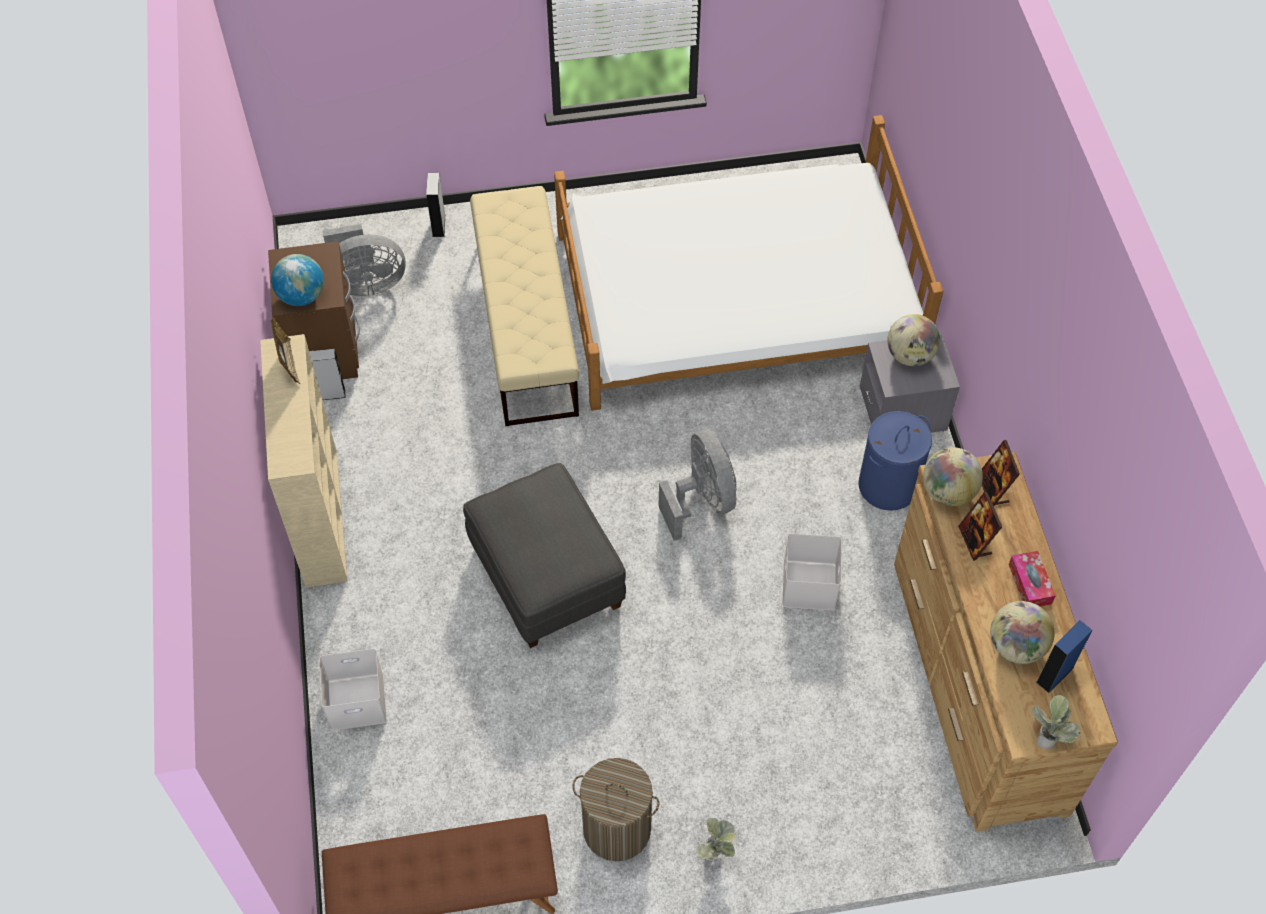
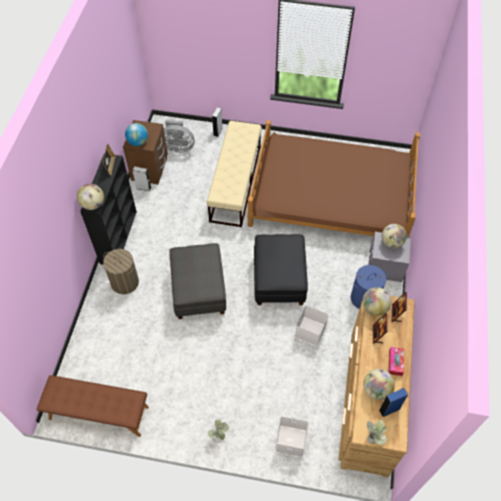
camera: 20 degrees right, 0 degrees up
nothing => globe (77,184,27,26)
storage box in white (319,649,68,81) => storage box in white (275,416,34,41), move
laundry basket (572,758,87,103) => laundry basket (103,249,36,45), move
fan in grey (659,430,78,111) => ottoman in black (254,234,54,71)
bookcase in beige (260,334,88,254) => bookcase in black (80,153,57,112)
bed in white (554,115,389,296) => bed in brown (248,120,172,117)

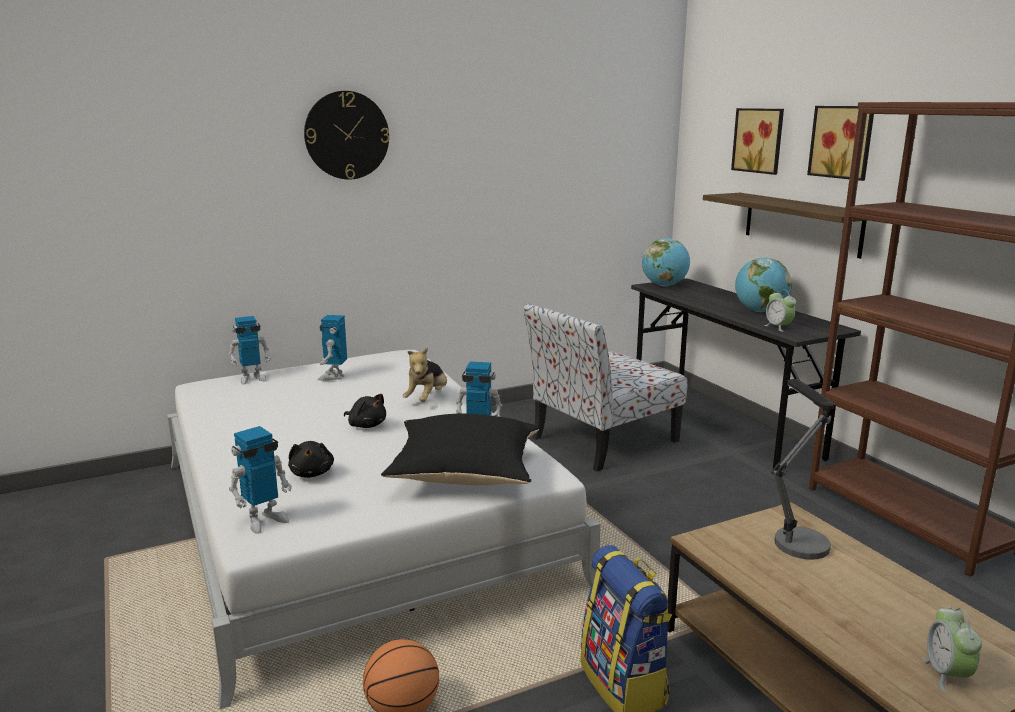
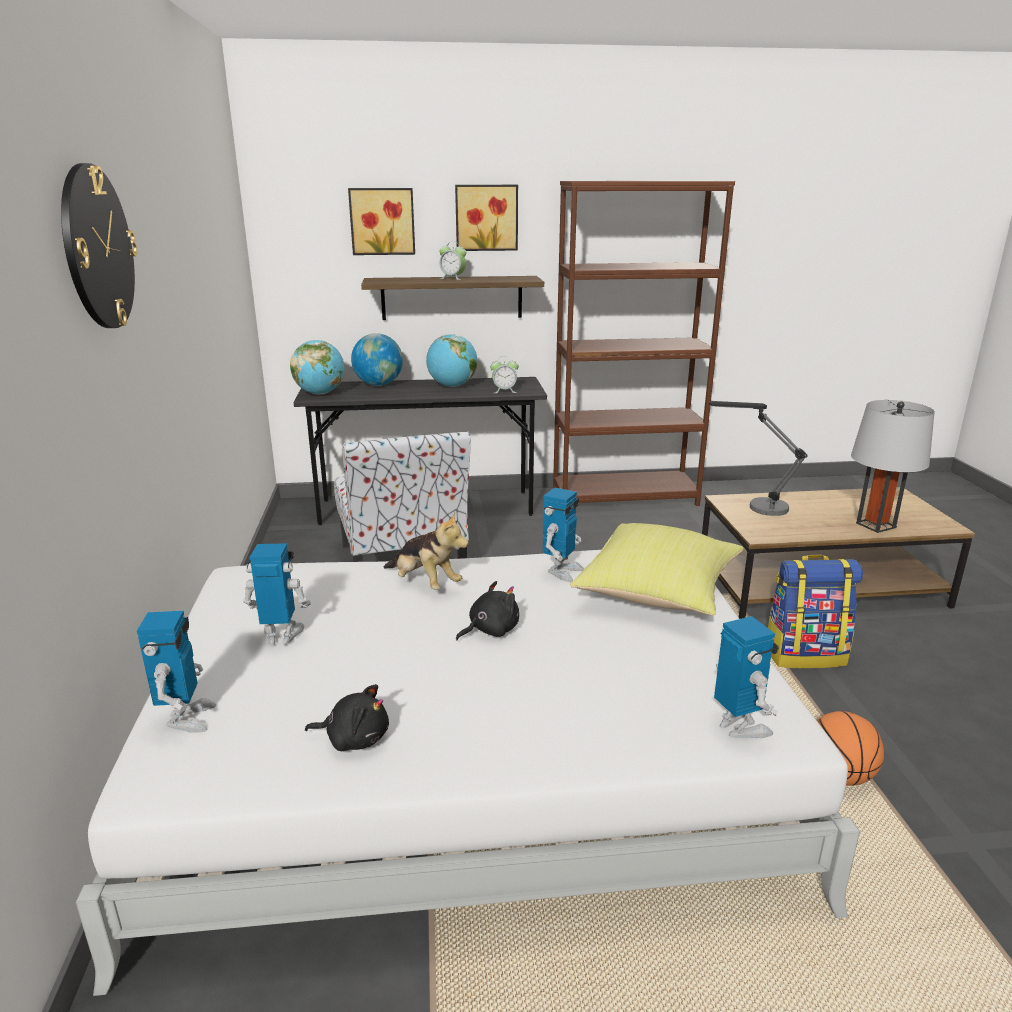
camera: 70 degrees left, 5 degrees up
nothing => globe (351,333,52,53)
nothing => table lamp in grey (851,400,84,133)
plush toy in black (288,441,46,37) => plush toy in black (305,684,84,67), move
alarm clock (922,606,60,86) => alarm clock (440,241,26,39), move
pillow in black (381,413,158,72) => pillow in yellow (570,523,174,93)
toy robot (318,315,29,66) => toy robot (243,543,68,102), 150 degrees clockwise

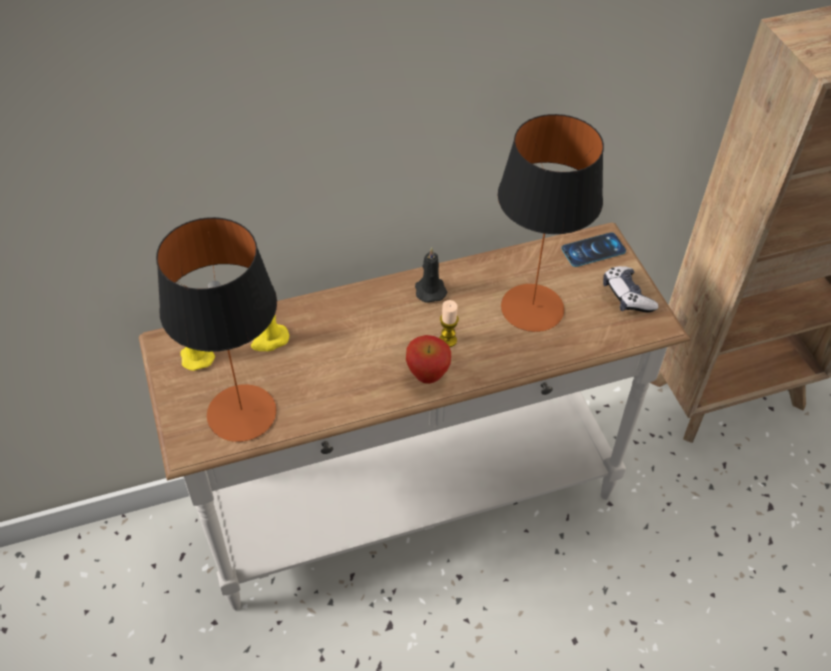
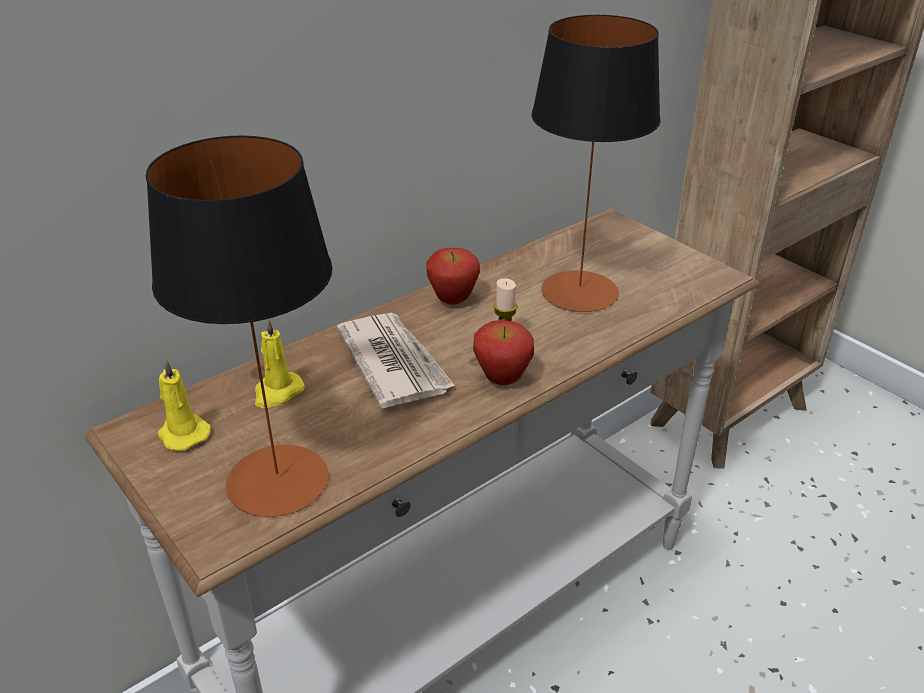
camera: 20 degrees left, 15 degrees down
phone (561,232,65,35) => nothing
game controller (603,266,55,47) => nothing
nothing => newspaper (337,313,118,95)
candle in black (415,248,32,55) => apple (426,248,54,57)

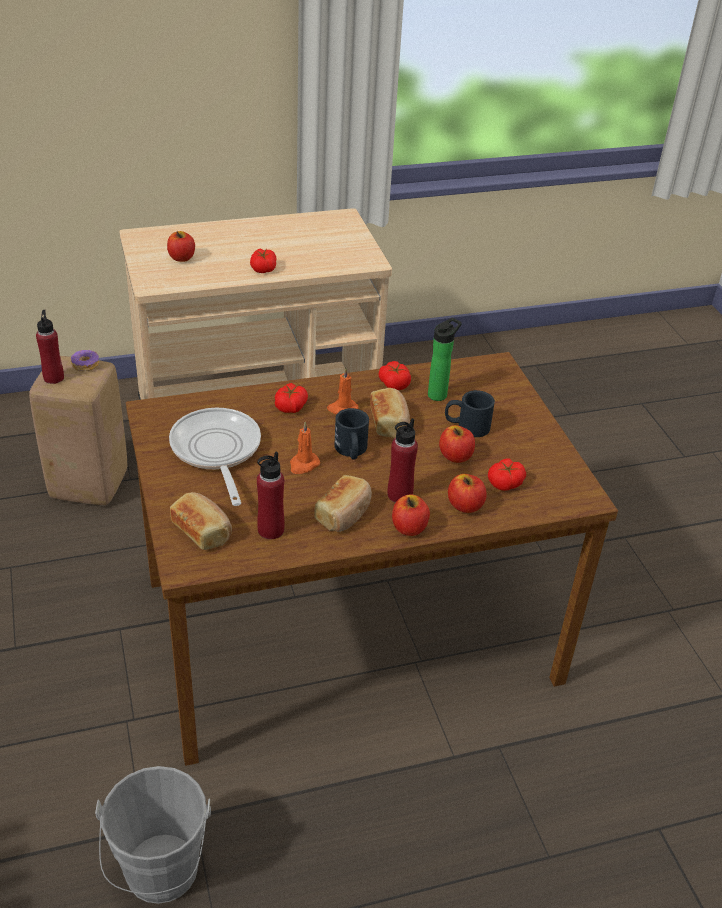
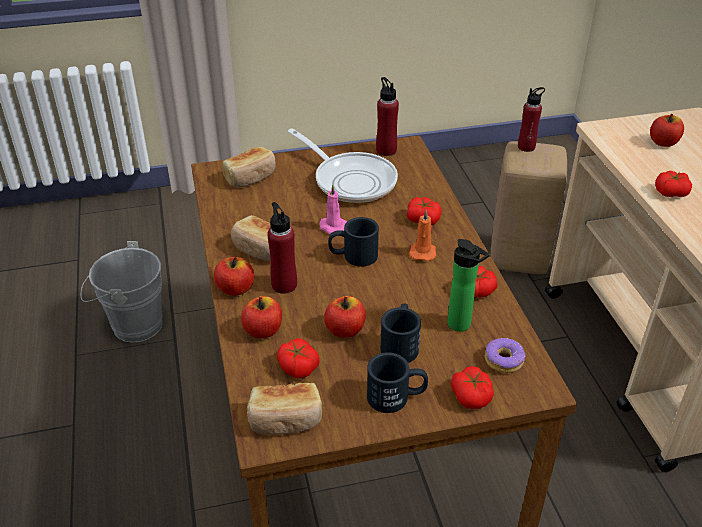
camera: 95 degrees right, 0 degrees up
nothing => mug in black (367,352,61,61)
nothing => tomato (451,366,43,43)
donut (71,349,28,22) => donut (485,338,40,35), move
bottle in red (257,451,28,88) => bottle in red (376,77,23,79), move
bread (370,388,40,50) => bread (247,383,75,52), move
candle in orange (290,421,30,53) => candle in pink (319,184,28,50)
frying pan (169,408,92,98) => frying pan (288,128,110,75), 60 degrees clockwise

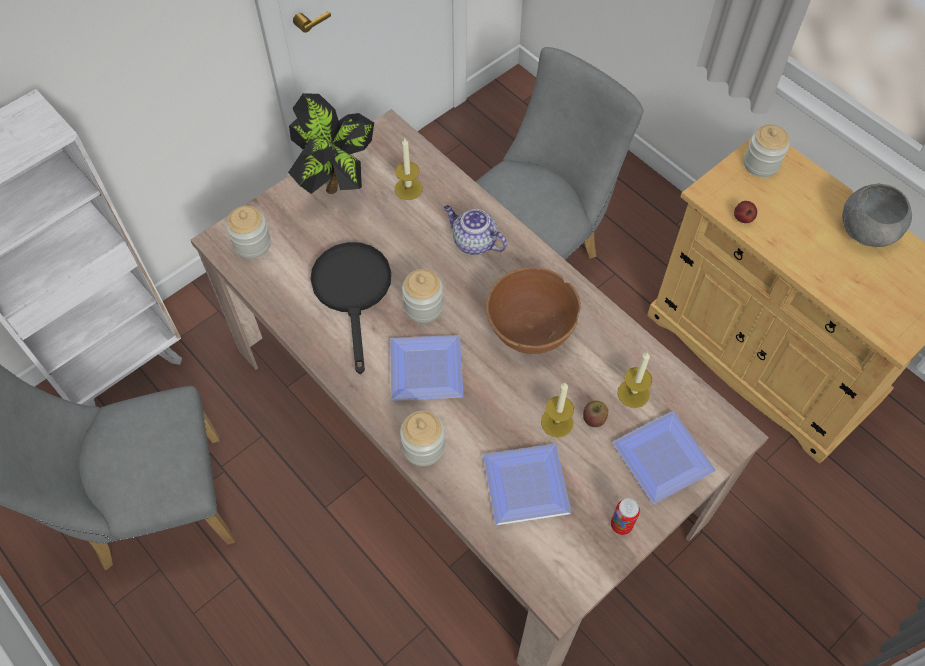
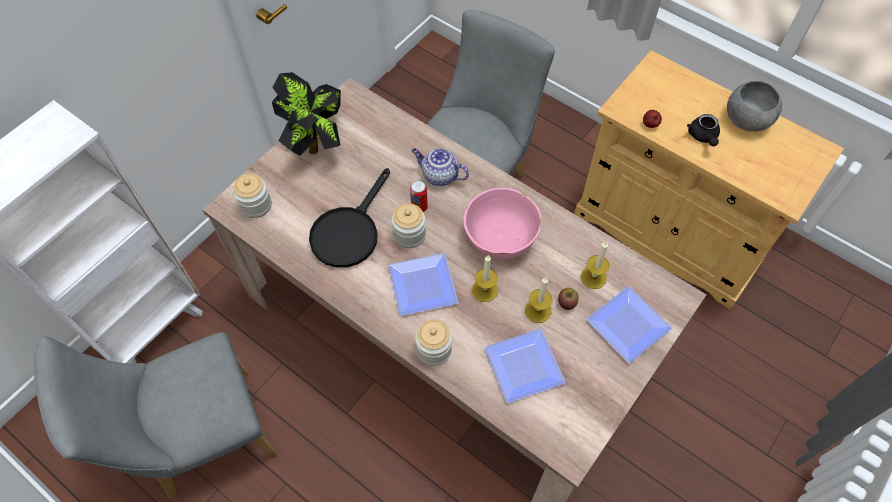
camera: 10 degrees left, 0 degrees up
jar (744,125,46,52) => nothing
nothing => teapot in black (687,114,33,32)
candle (395,138,28,62) => candle (472,256,26,46), move
can (611,498,29,37) => can (410,180,18,32), move
bowl in brown (486,267,95,87) => bowl in pink (463,188,78,71)
frying pan in black (310,242,81,132) => frying pan in black (309,168,81,100), 135 degrees counterclockwise

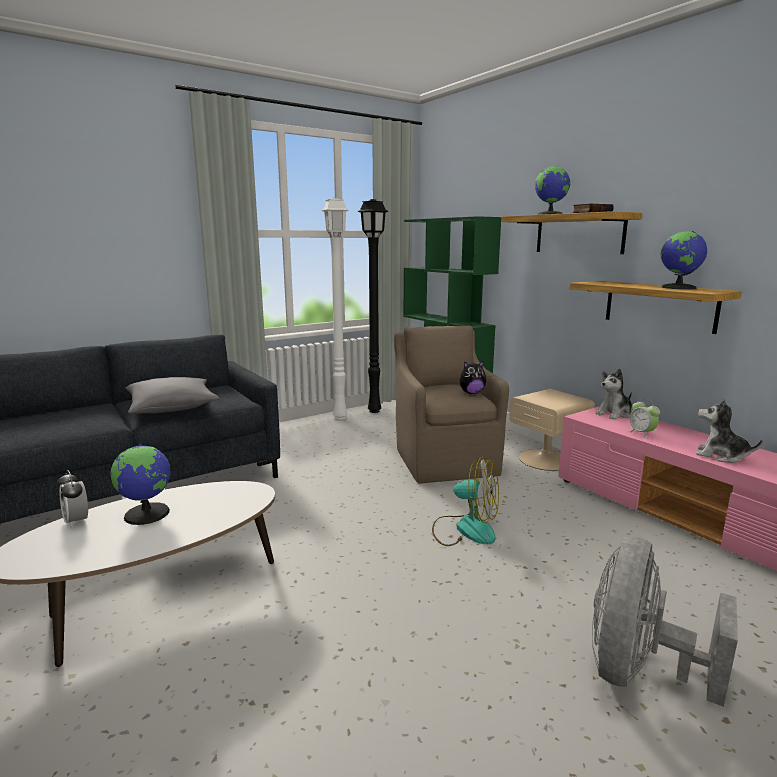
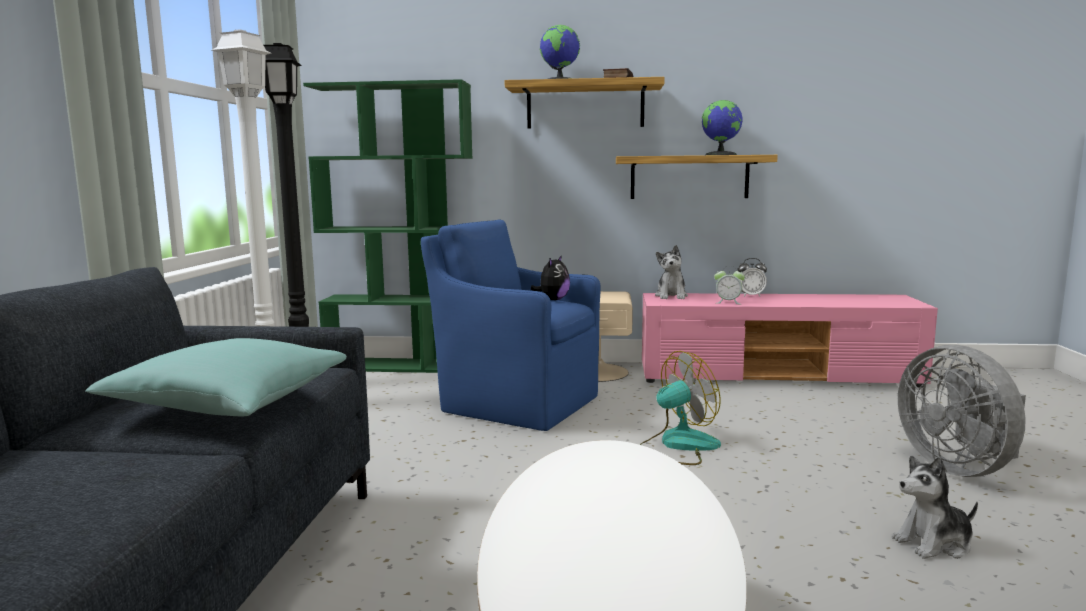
camera: 50 degrees left, 5 degrees down
globe (111,444,60,81) => nothing
alarm clock (57,470,31,58) => alarm clock (738,258,29,38), move
plush toy (696,399,67,64) => plush toy (892,456,86,103), move
pillow in grey (126,377,93,37) => pillow in turquoise (85,338,262,78)
armchair in brown (394,325,115,159) => armchair in blue (421,219,180,212)

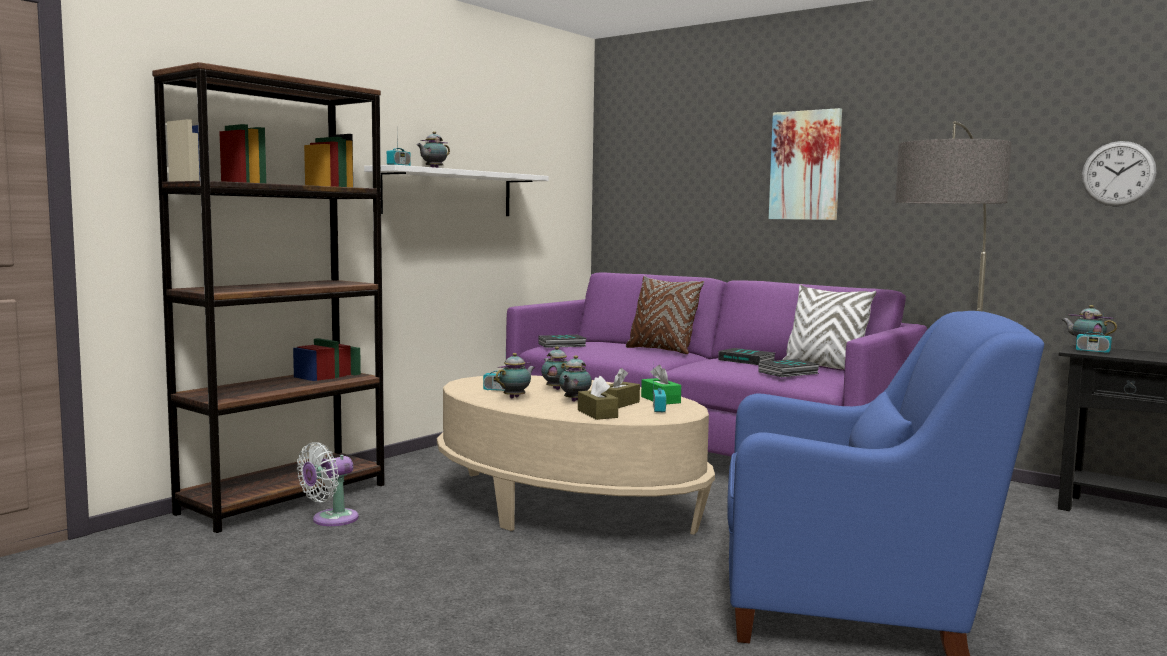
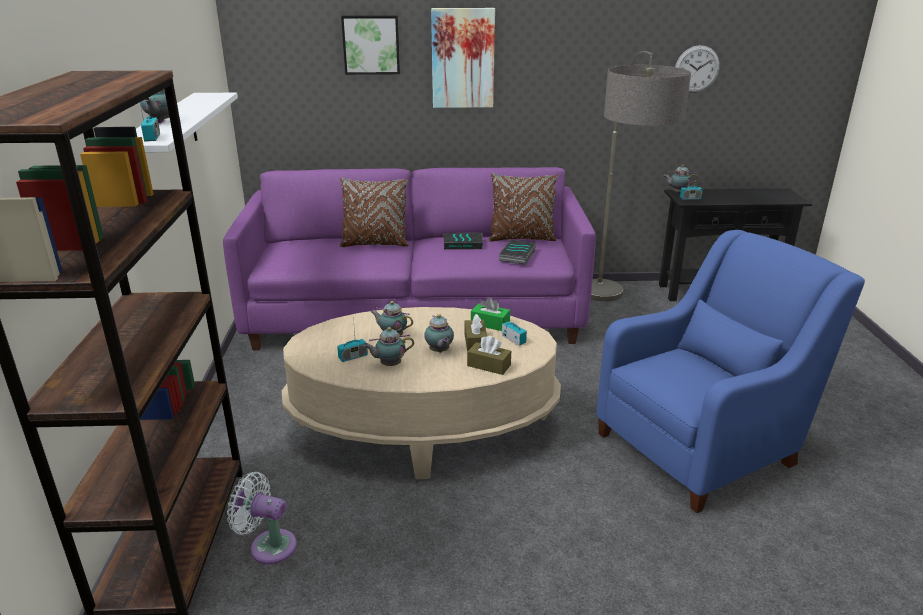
camera: 40 degrees left, 20 degrees up
book (538,335,49,13) => nothing
nothing => picture (341,15,59,60)
pillow in white (782,285,95,85) => pillow in brown (488,173,70,69)
fan in white (297,442,62,84) => fan in white (227,472,70,93), 105 degrees clockwise
teapot (495,353,40,45) => teapot (363,327,51,39), 105 degrees counterclockwise

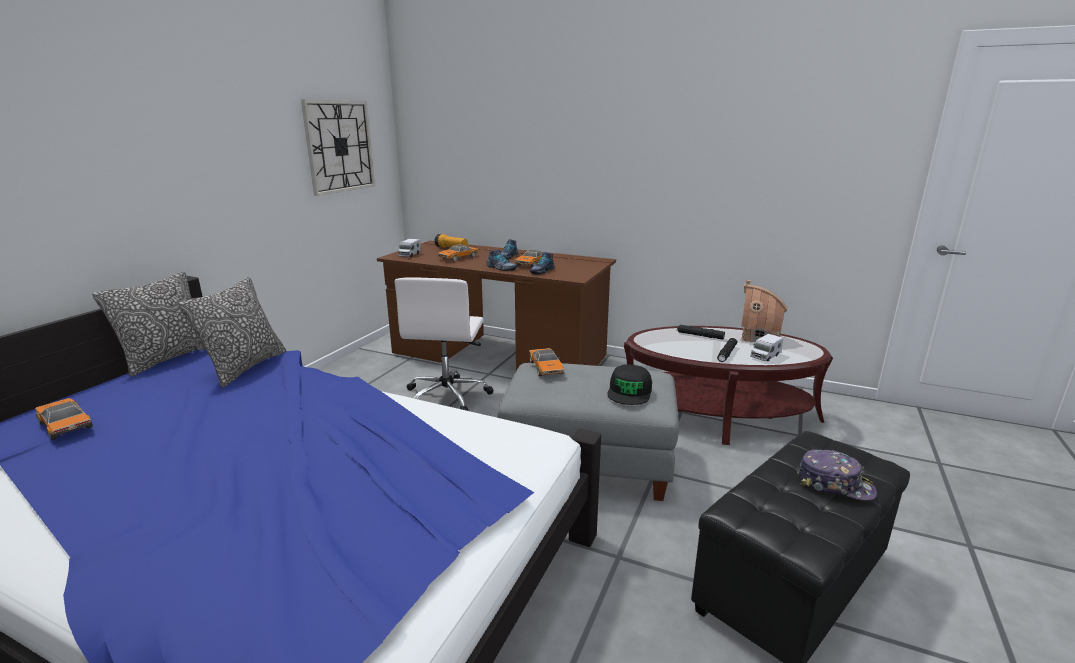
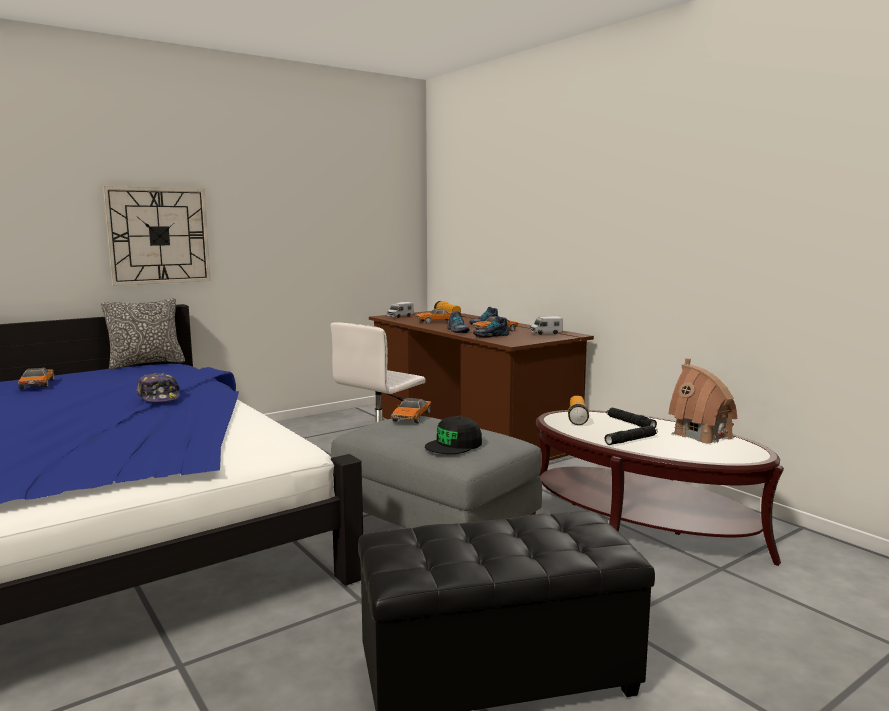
camera: 30 degrees right, 10 degrees down
pillow (178,277,108,111) => nothing
nothing => flashlight (568,396,21,29)
wall clock (301,100,74,96) => wall clock (103,186,108,100), move
toy truck (750,334,33,27) => toy truck (530,316,33,19), move
cap (797,450,80,51) => cap (136,373,44,29), move

